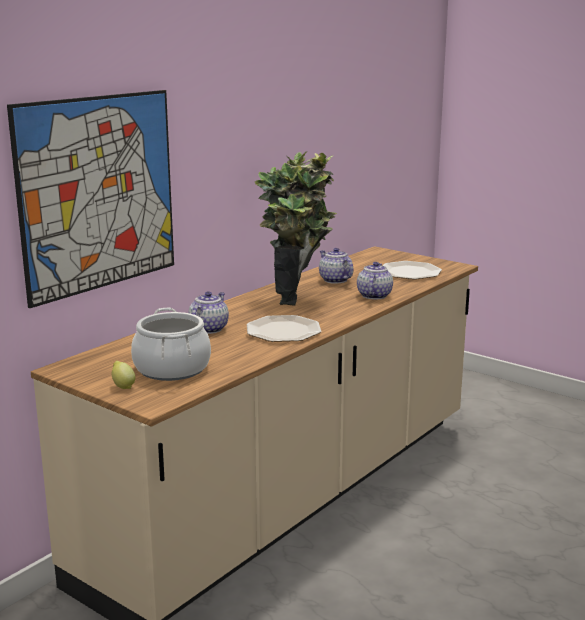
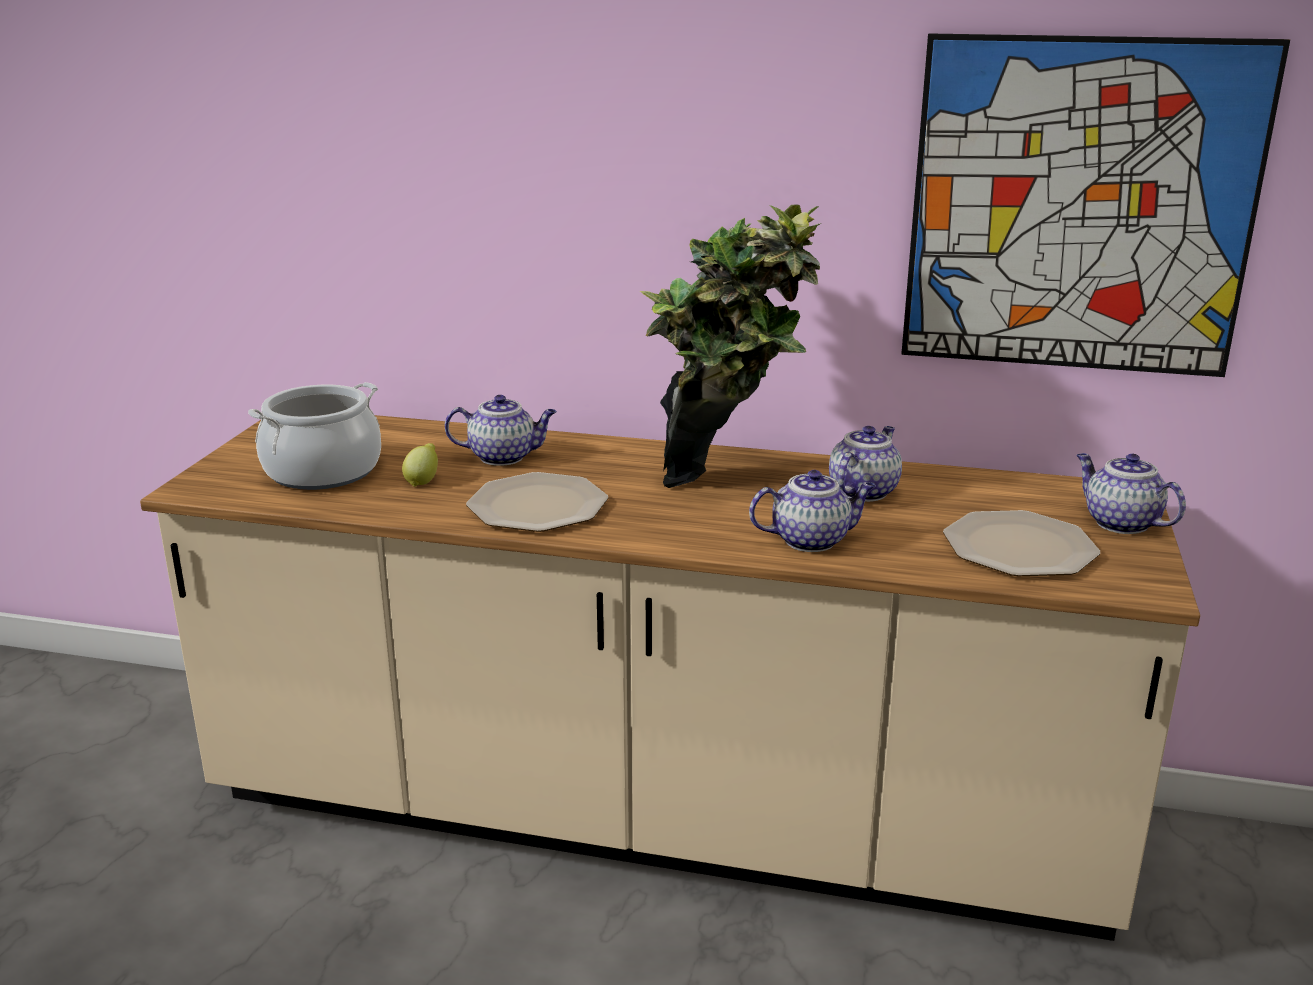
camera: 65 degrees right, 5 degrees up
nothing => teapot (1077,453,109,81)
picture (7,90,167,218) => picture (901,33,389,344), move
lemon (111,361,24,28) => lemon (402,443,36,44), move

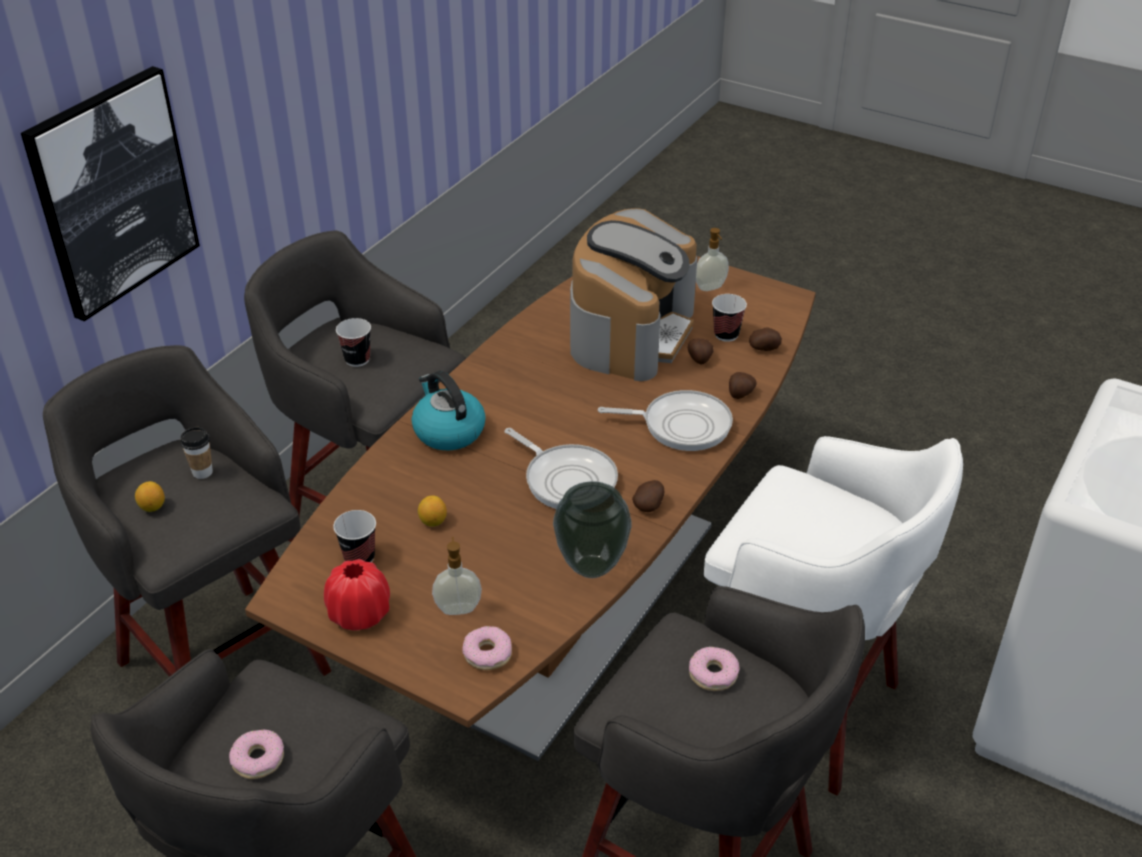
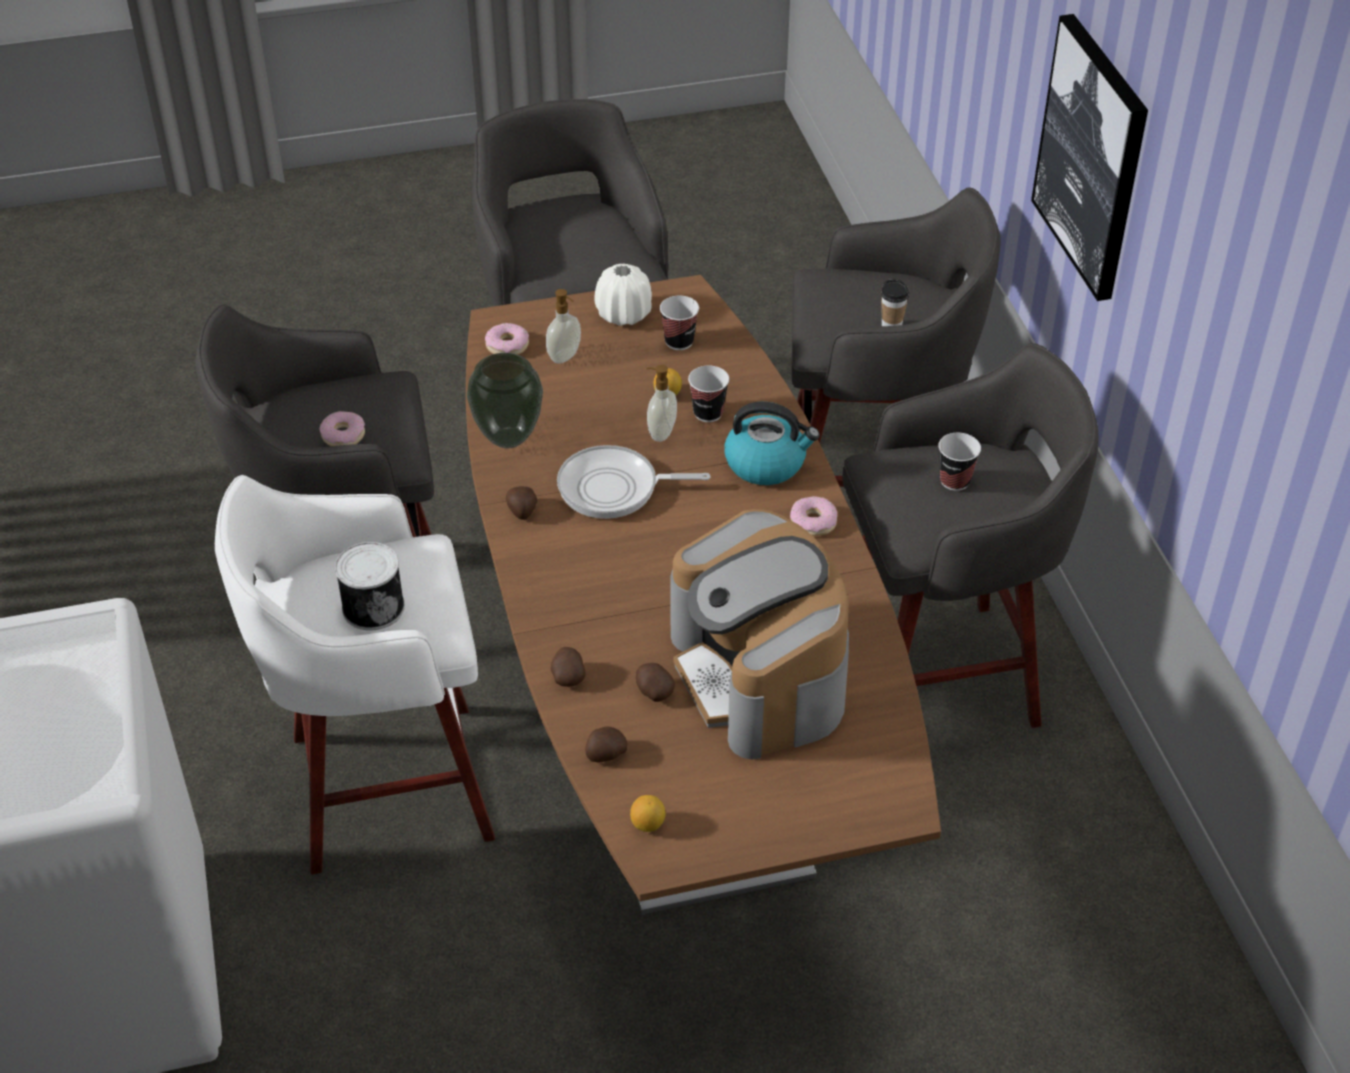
camera: 135 degrees right, 5 degrees up
frying pan (598,390,135,61) => nothing
nothing => can (335,542,70,89)
lemon (135,481,30,31) => lemon (630,795,35,37), move
donut (229,730,55,49) => donut (790,496,47,40), move
soap dispenser (696,228,33,63) => soap dispenser (646,365,31,77), move
cup (712,294,35,48) => cup (688,366,41,56), move
vase in red (324,559,66,72) => vase in white (594,264,58,62)

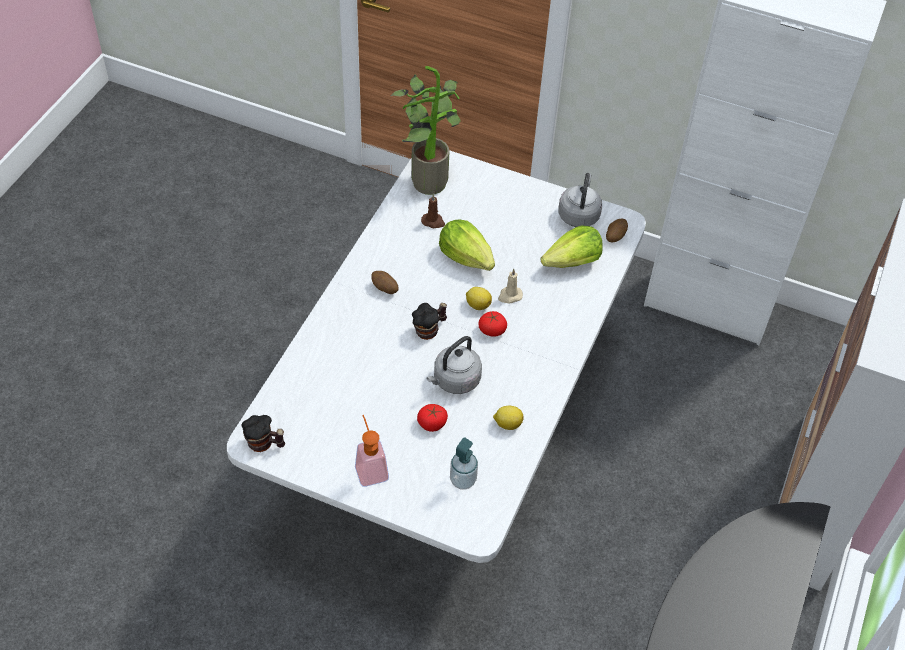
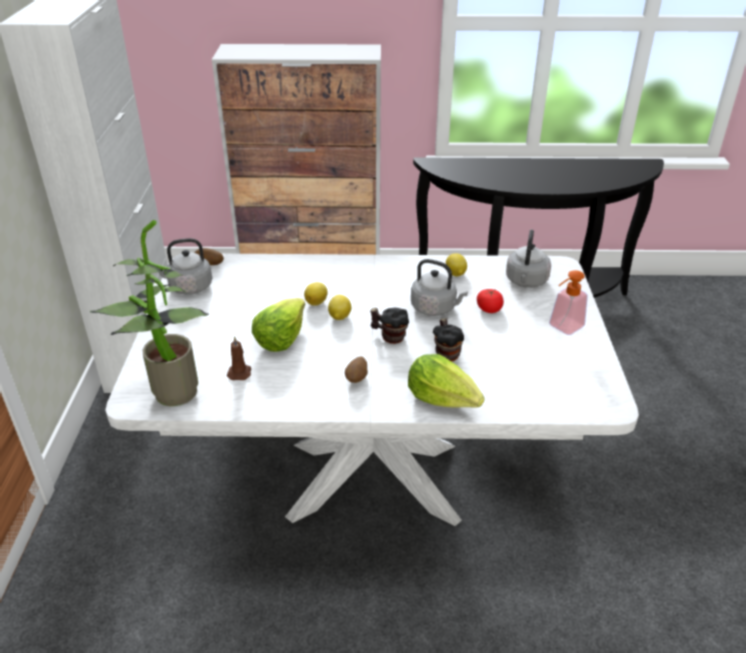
camera: 110 degrees left, 15 degrees down
tomato (478,311,29,26) => nothing
mug (241,415,44,37) => mug (433,318,31,44), move
lettuce (540,225,63,43) => lettuce (408,354,77,54), move
soap dispenser (450,438,28,52) => kettle in grey (506,230,45,58)
candle in beige (498,269,25,34) => lemon (304,282,24,24)

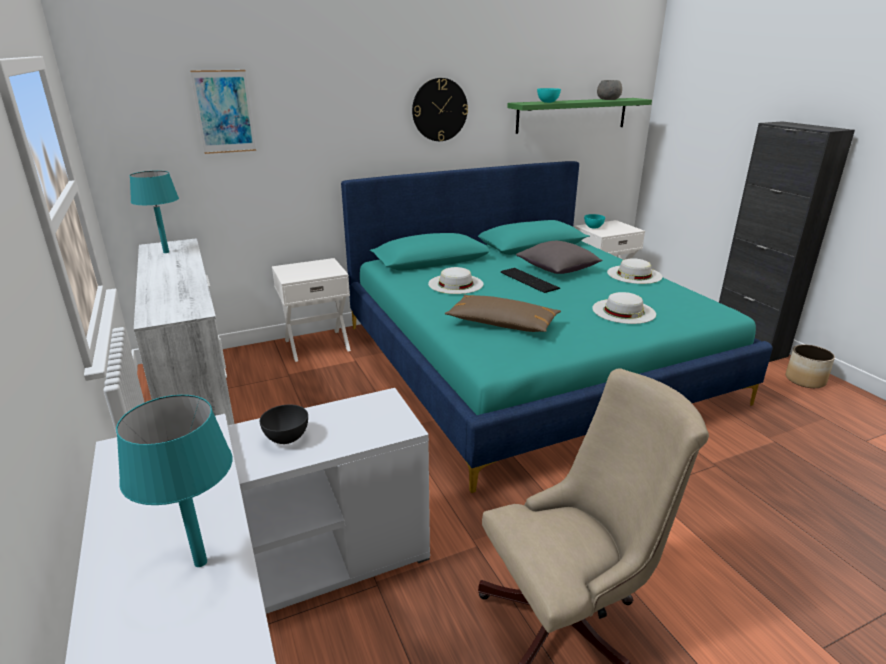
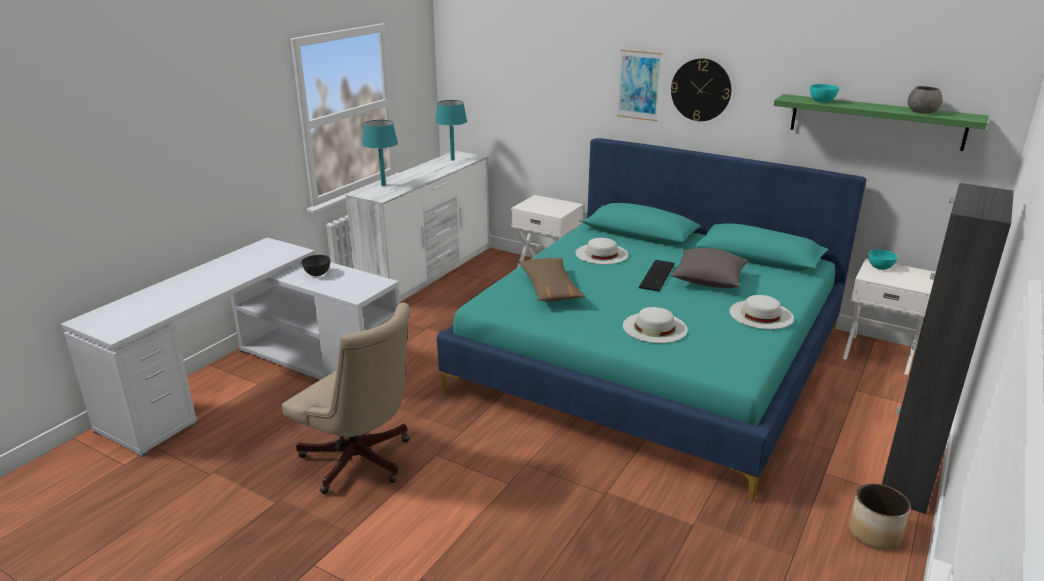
camera: 55 degrees right, 0 degrees up
table lamp in turquoise (116,395,117,172) => table lamp in turquoise (362,120,36,66), move
picture (190,70,66,84) => picture (617,49,45,72), move

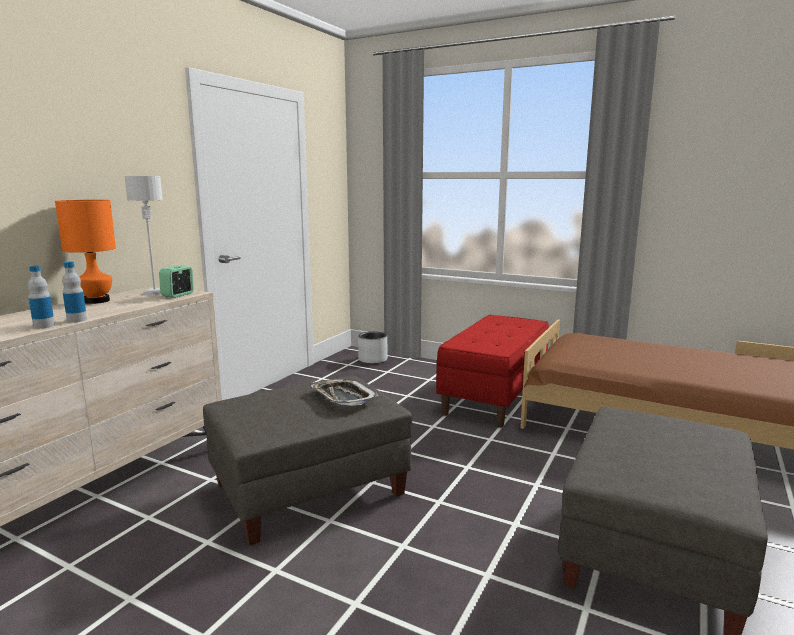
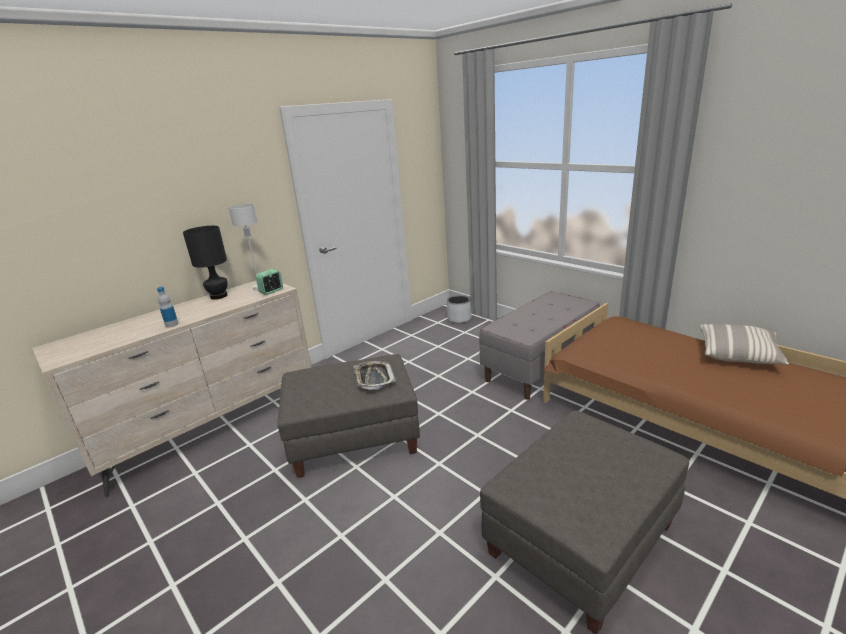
camera: 20 degrees right, 10 degrees up
bottle (62,261,25,62) => nothing
nothing => pillow (699,324,90,41)
table lamp in orange (55,200,61,104) => table lamp in black (183,226,44,74)
bench in red (436,315,113,113) => bench in grey (479,291,121,109)

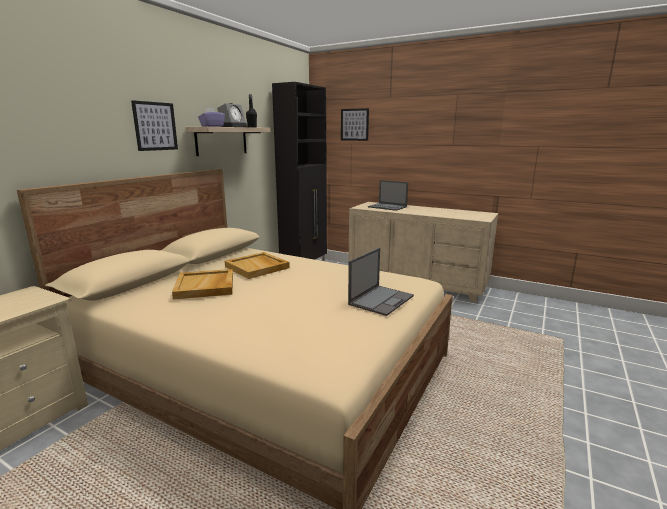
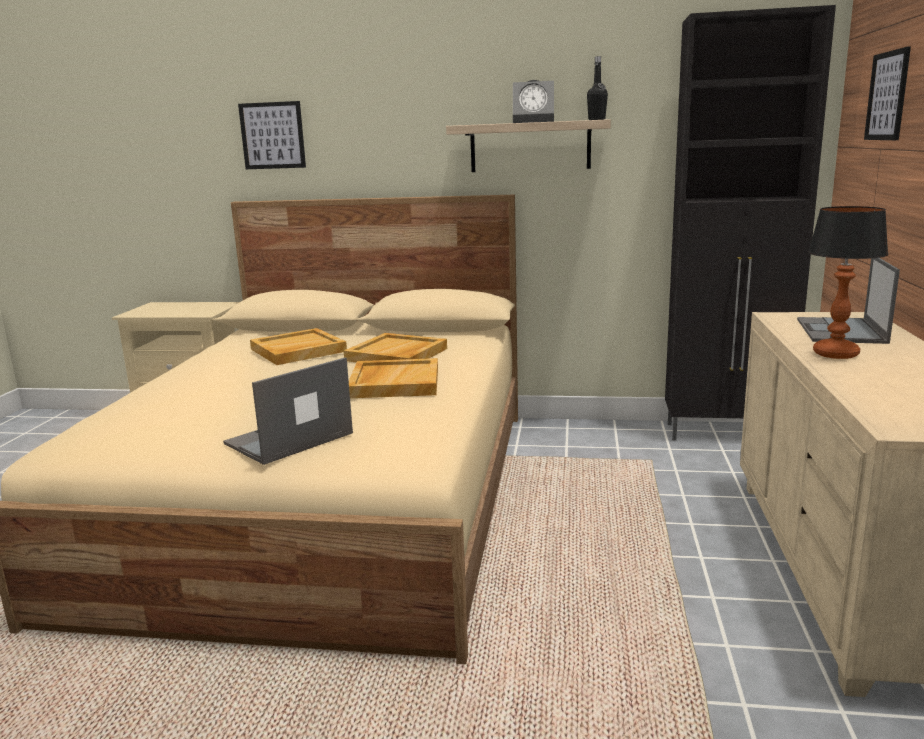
camera: 70 degrees right, 0 degrees up
tissue box in purple (198,108,27,19) => nothing
nothing => tray in beige (349,358,89,40)
nothing => table lamp (808,206,80,153)
picture (131,100,47,51) => picture (238,101,68,68), move
laptop (348,248,66,68) => laptop (223,358,130,107), 120 degrees clockwise

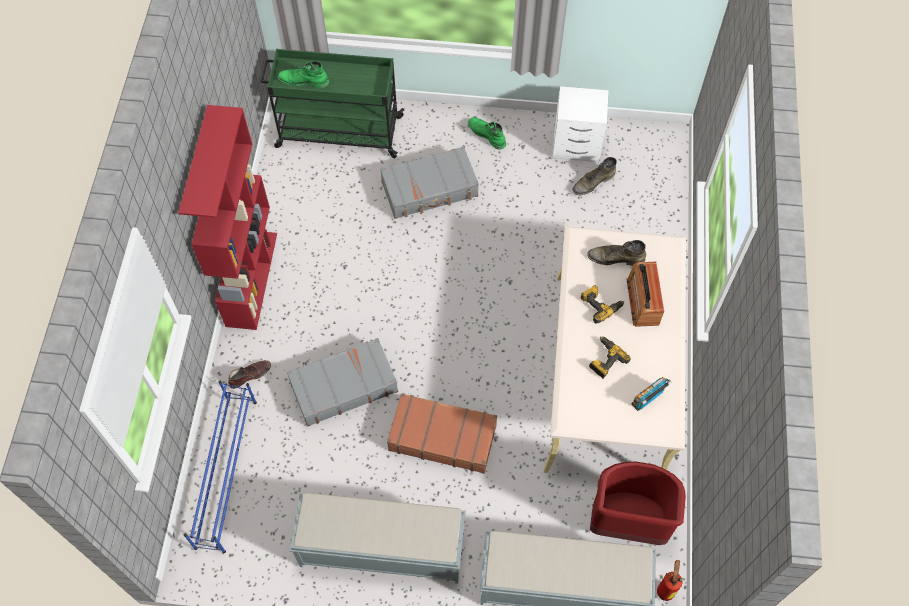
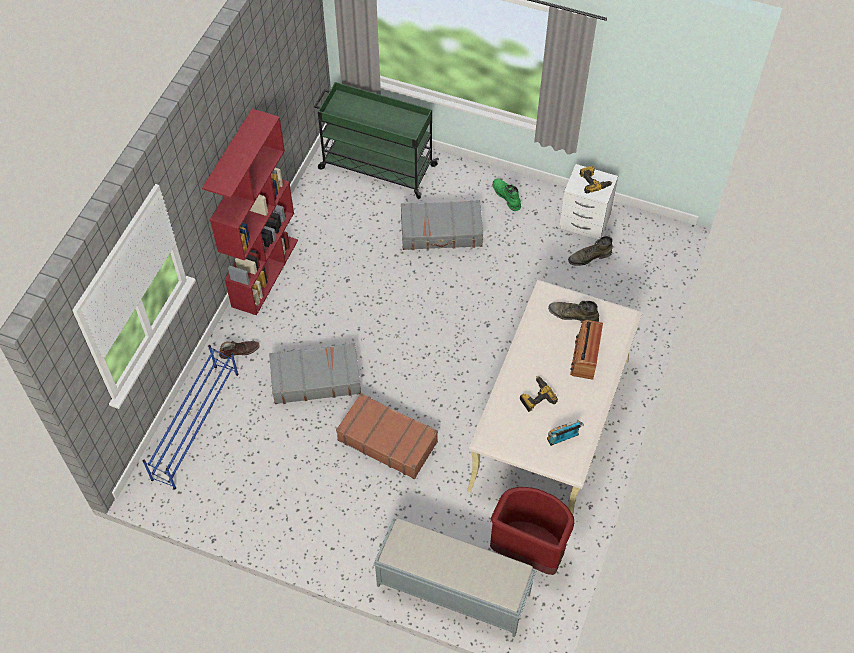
camera: 15 degrees right, 5 degrees down
boot in green (278,61,51,27) => nothing
bench in grey (290,493,176,91) => nothing
fire extinguisher (657,560,25,41) => nothing
power drill (581,285,43,39) => power drill (580,166,33,27), move

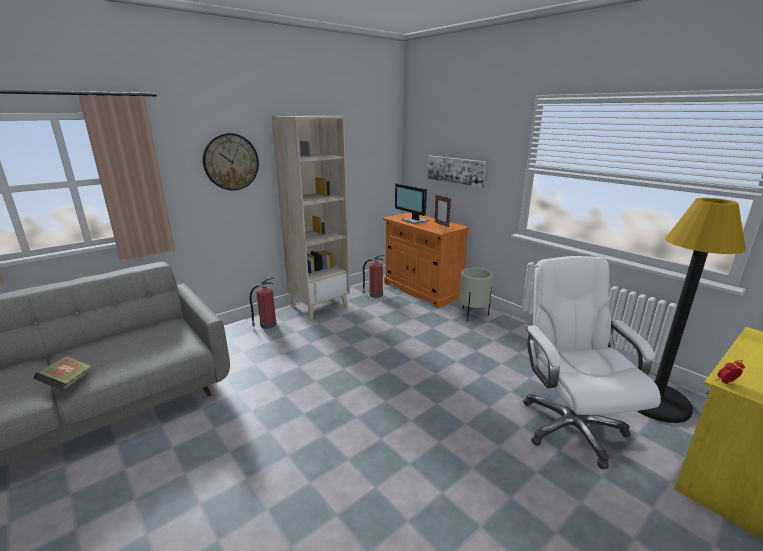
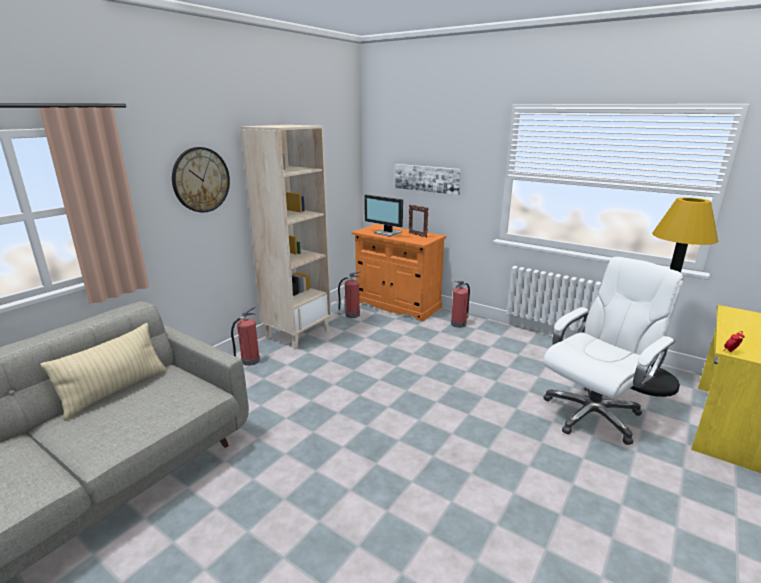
camera: 15 degrees left, 0 degrees up
book (34,356,59,35) => nothing
nothing => pillow in beige (40,323,127,98)
planter in beige (459,268,34,53) => fire extinguisher (451,281,19,47)
office chair in white (523,256,138,213) => office chair in white (543,257,141,188), 75 degrees clockwise

